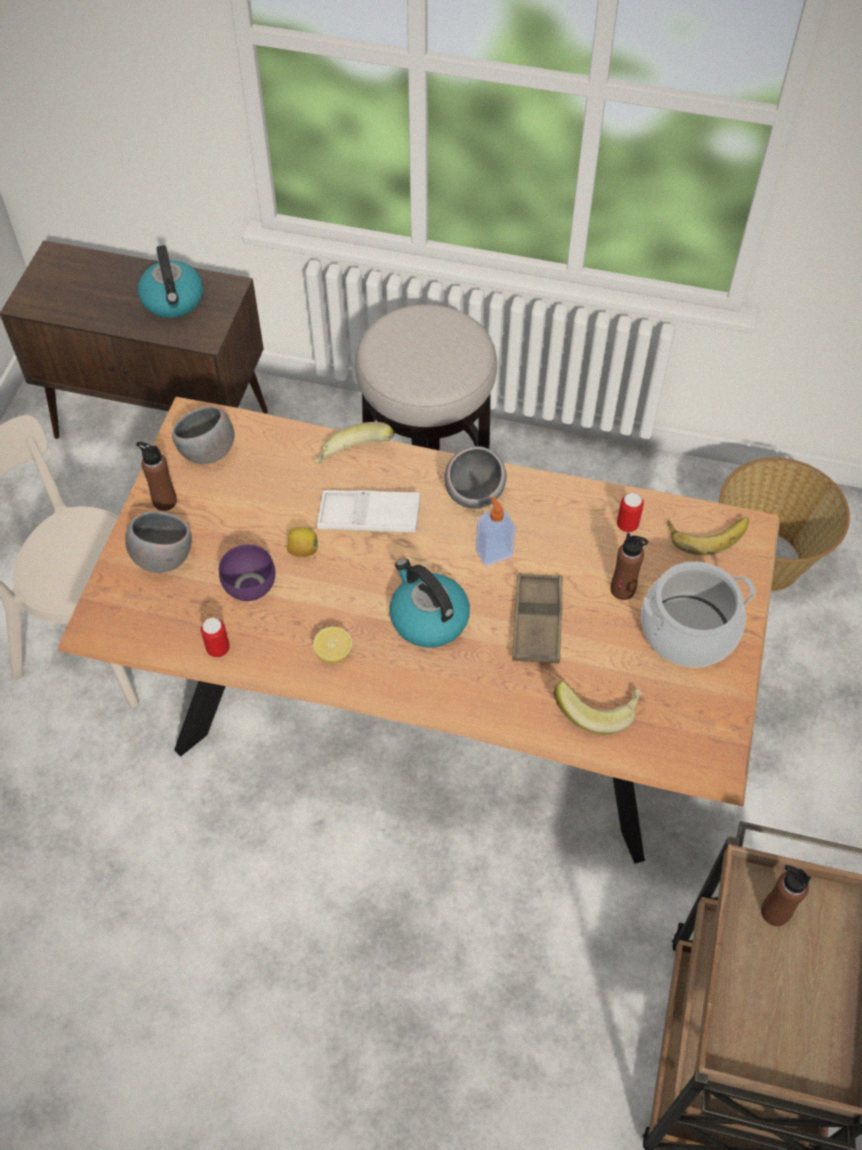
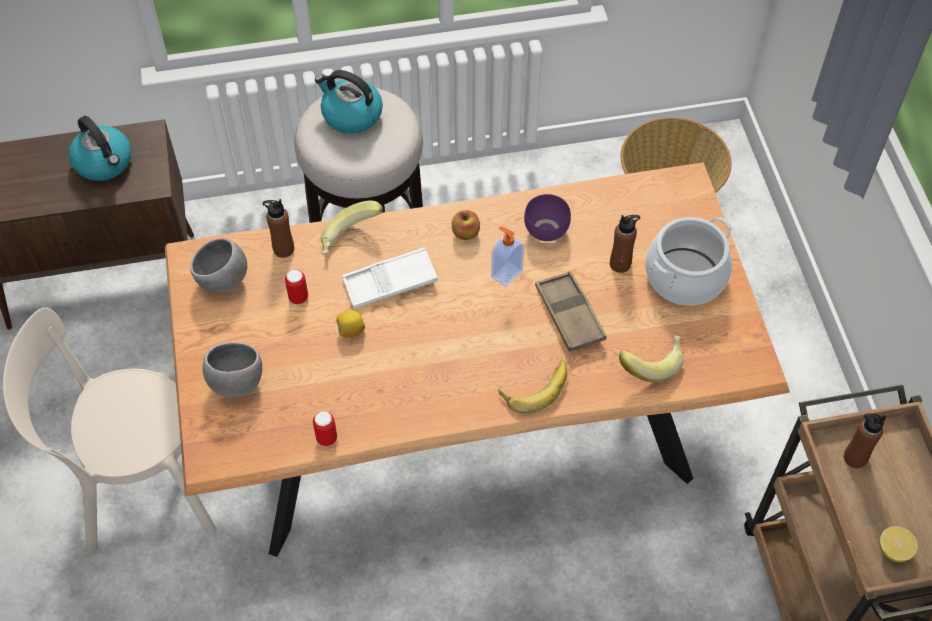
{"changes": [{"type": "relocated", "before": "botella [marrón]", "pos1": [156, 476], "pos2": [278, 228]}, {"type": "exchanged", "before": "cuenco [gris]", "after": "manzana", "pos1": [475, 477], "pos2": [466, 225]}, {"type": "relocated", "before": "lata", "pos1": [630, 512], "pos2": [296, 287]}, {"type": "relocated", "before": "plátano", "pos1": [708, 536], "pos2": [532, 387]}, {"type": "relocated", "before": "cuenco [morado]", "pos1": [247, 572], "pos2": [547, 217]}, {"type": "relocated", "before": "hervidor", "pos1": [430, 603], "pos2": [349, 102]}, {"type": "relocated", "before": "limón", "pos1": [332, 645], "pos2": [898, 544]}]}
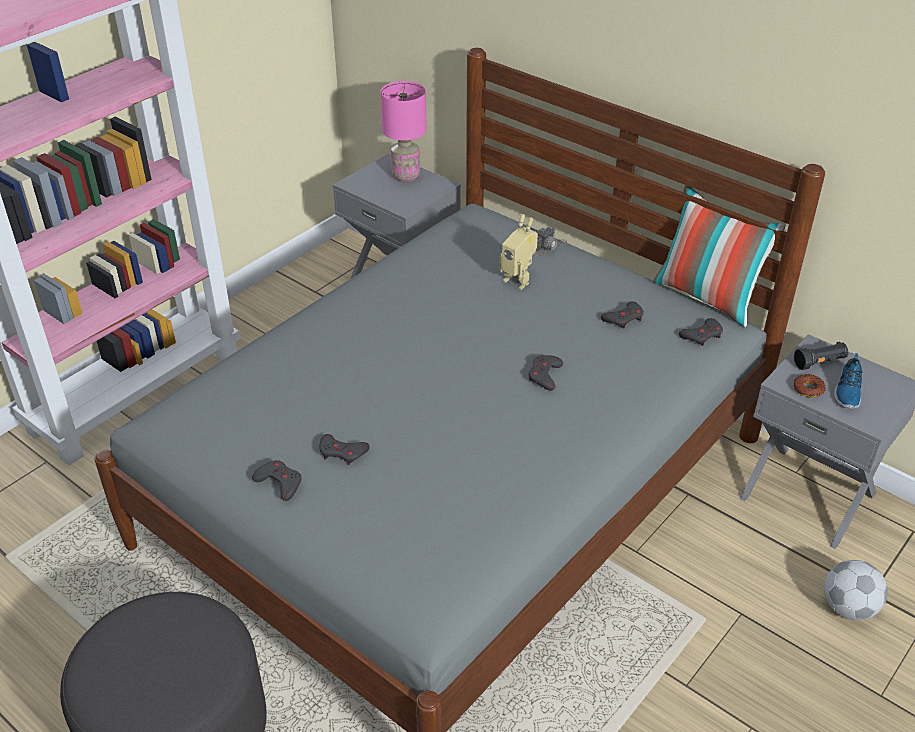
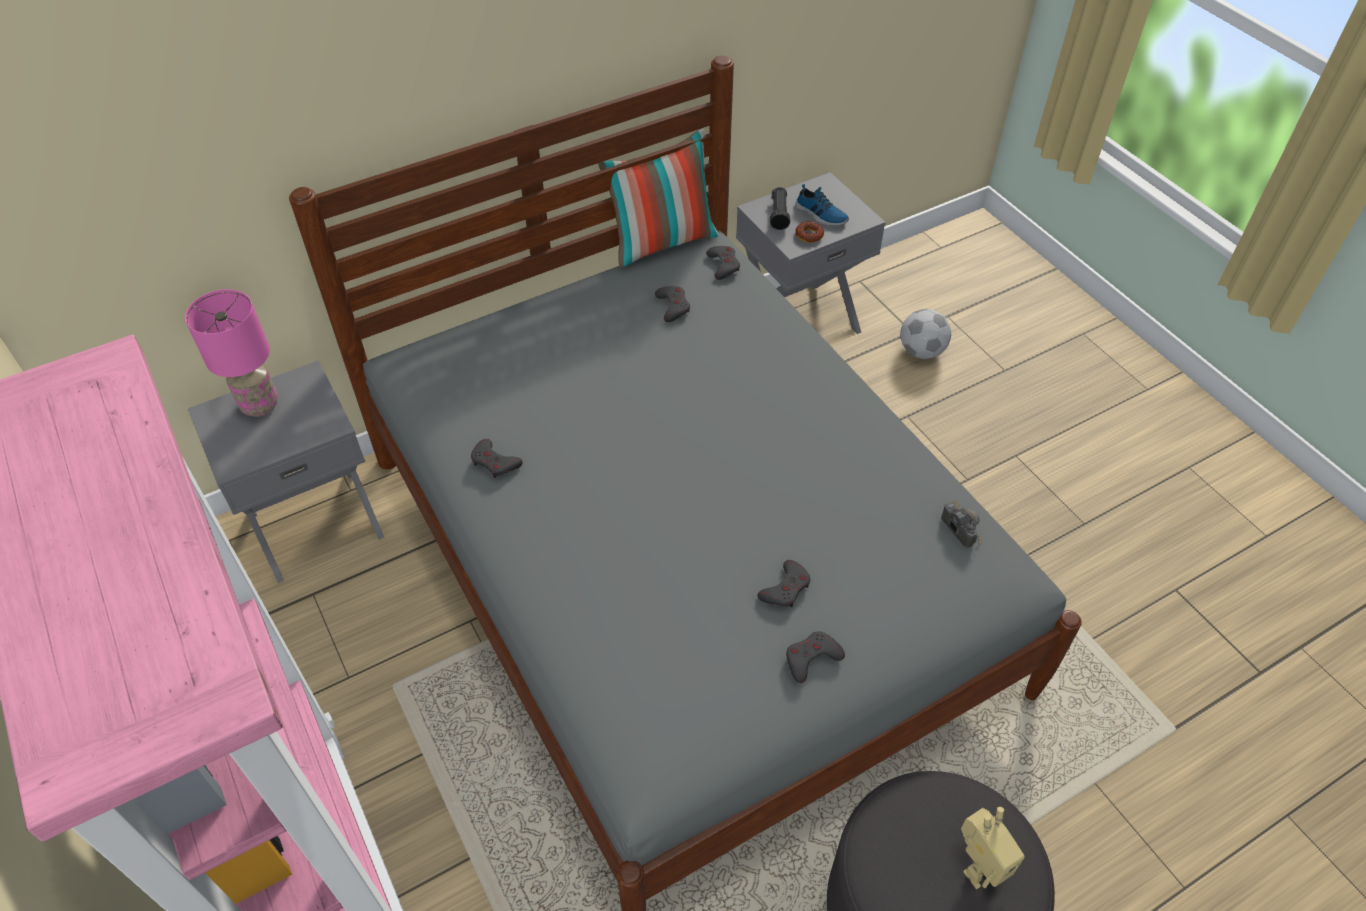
{"changes": [{"type": "relocated", "before": "robot de juguete", "pos1": [518, 252], "pos2": [993, 848]}, {"type": "relocated", "before": "cámara", "pos1": [551, 241], "pos2": [962, 524]}, {"type": "relocated", "before": "mando de consola [gris]", "pos1": [546, 373], "pos2": [497, 458]}]}
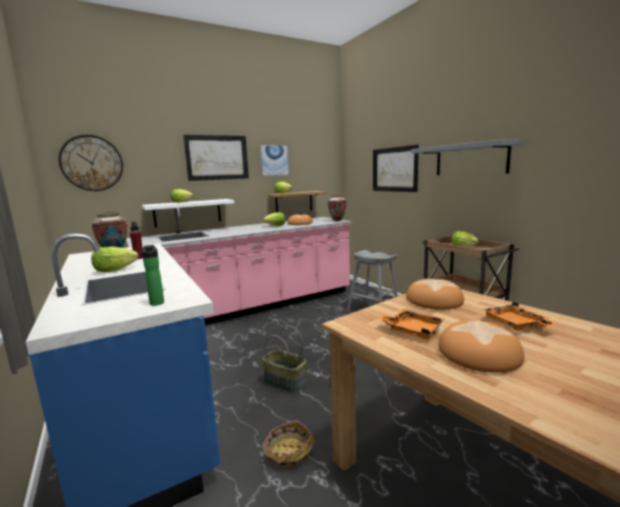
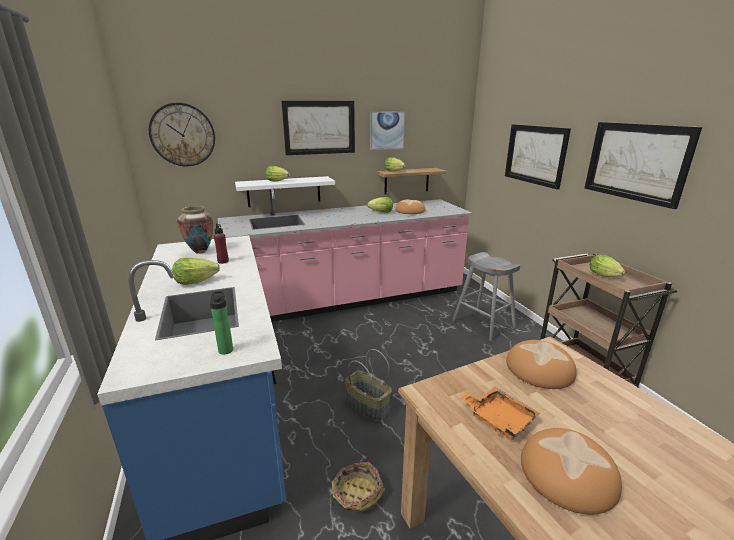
{"changes": [{"type": "exchanged", "before": "estante [gris]", "after": "cuadro", "pos1": [467, 157], "pos2": [643, 165]}, {"type": "missing", "before": "florero", "pos1": [337, 208]}, {"type": "missing", "before": "bandeja [naranja]", "pos1": [519, 315]}]}
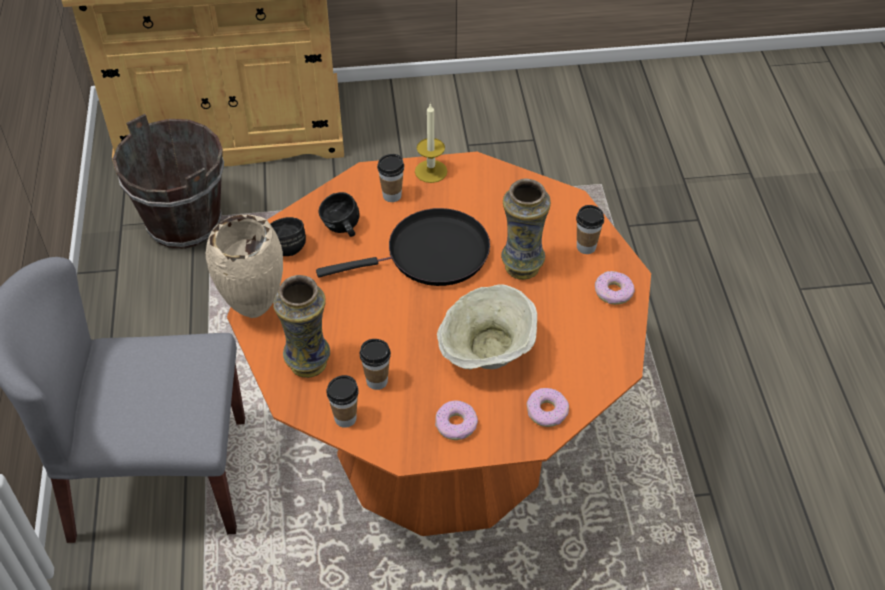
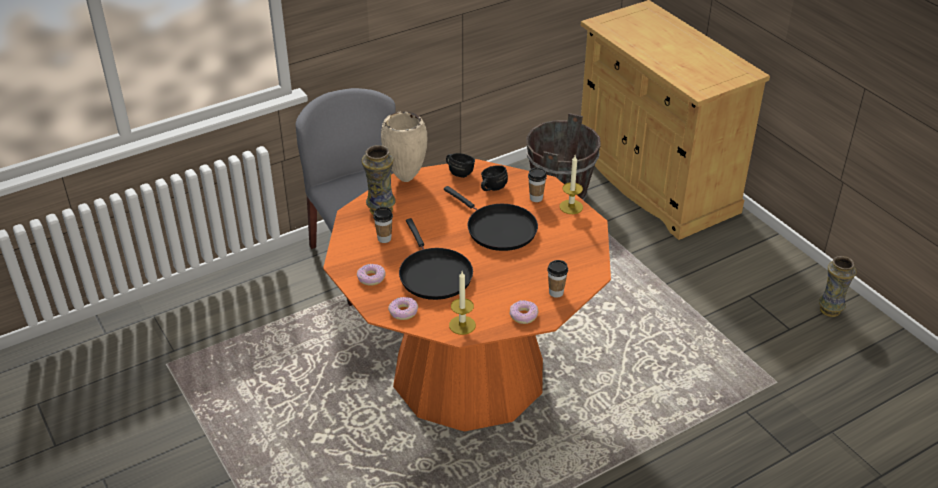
{"changes": [{"type": "relocated", "before": "florero", "pos1": [526, 229], "pos2": [838, 286]}, {"type": "exchanged", "before": "cuenco [beis]", "after": "sartén [negro]", "pos1": [487, 326], "pos2": [436, 259]}, {"type": "missing", "before": "taza", "pos1": [342, 401]}, {"type": "appeared", "after": "vela", "pos2": [462, 303]}]}
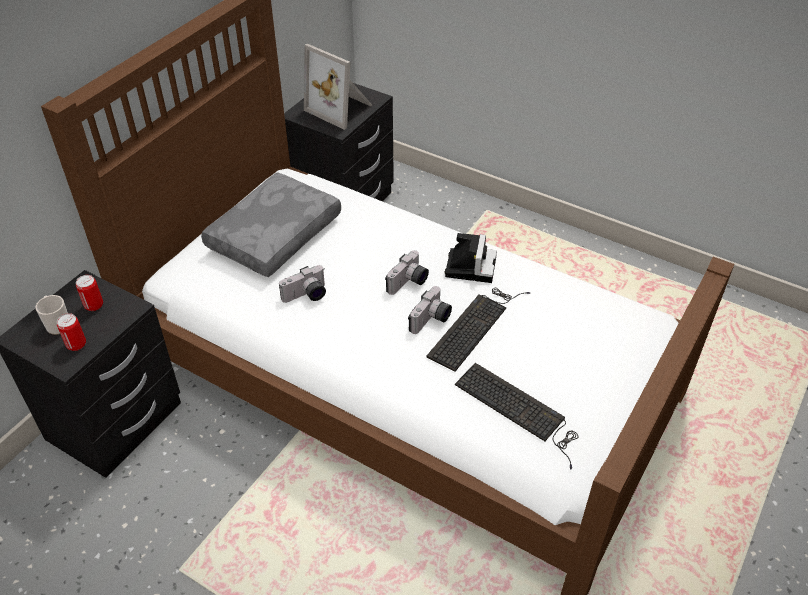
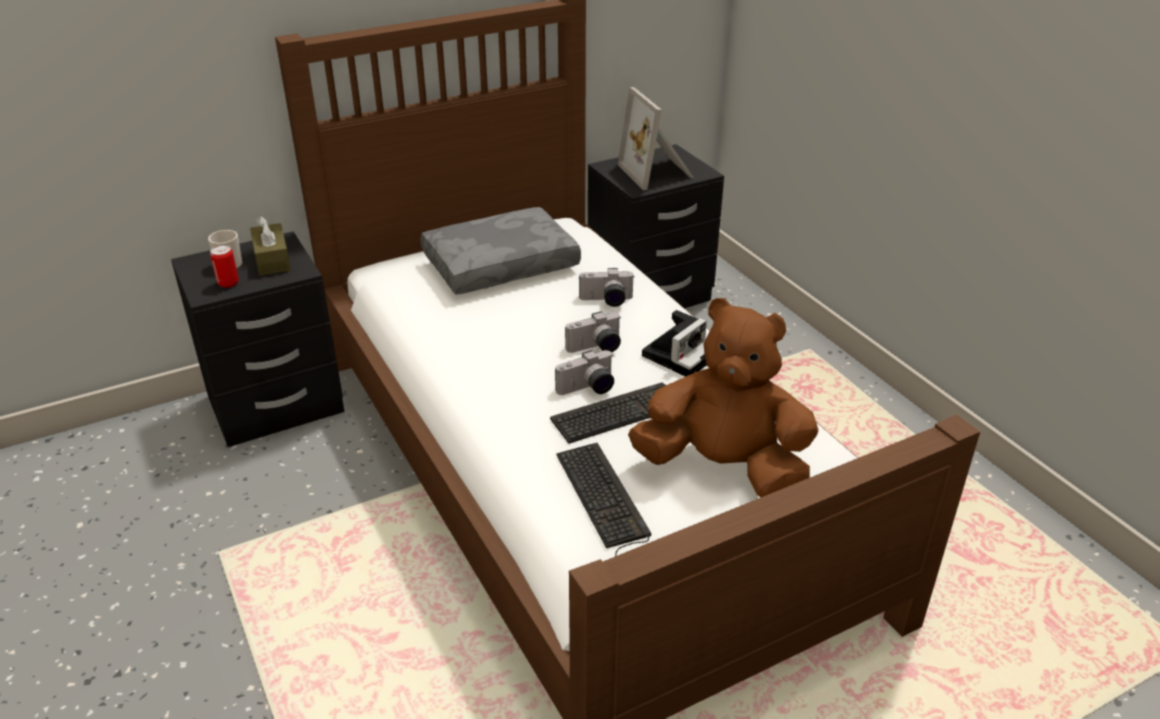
{"changes": [{"type": "relocated", "before": "cámara", "pos1": [302, 284], "pos2": [606, 287]}, {"type": "exchanged", "before": "lata", "after": "caja de pañuelos [marrón]", "pos1": [89, 293], "pos2": [270, 246]}, {"type": "appeared", "after": "peluche [marrón]", "pos2": [723, 398]}]}
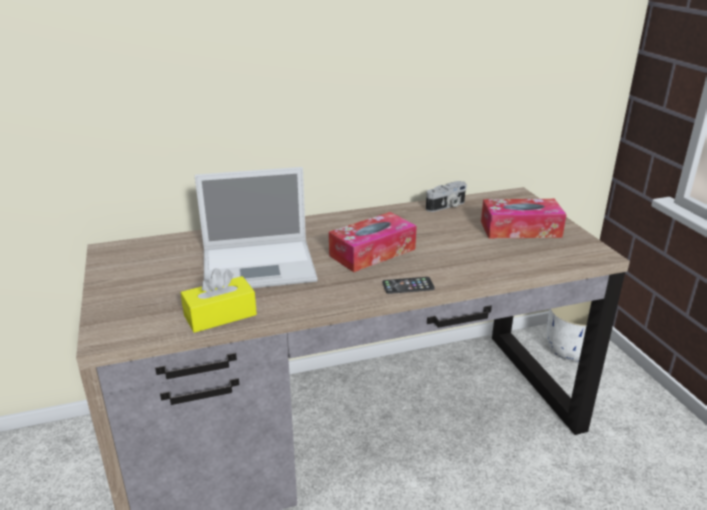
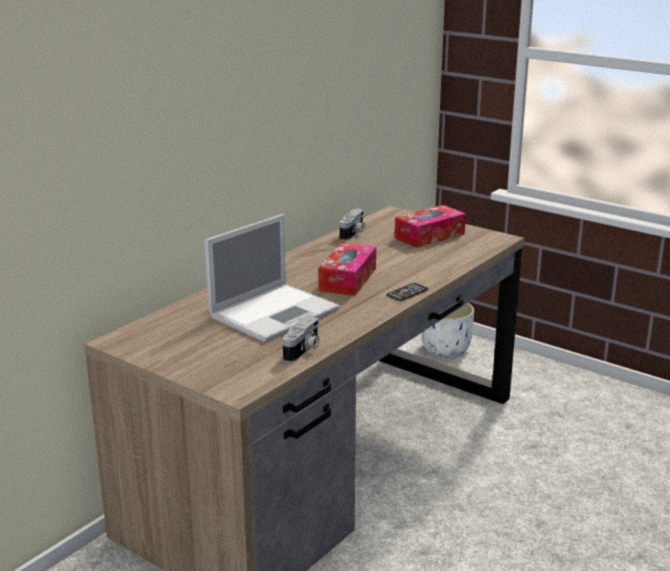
{"changes": [{"type": "exchanged", "before": "caja de pañuelos [amarillo]", "after": "cámara", "pos1": [219, 300], "pos2": [301, 339]}]}
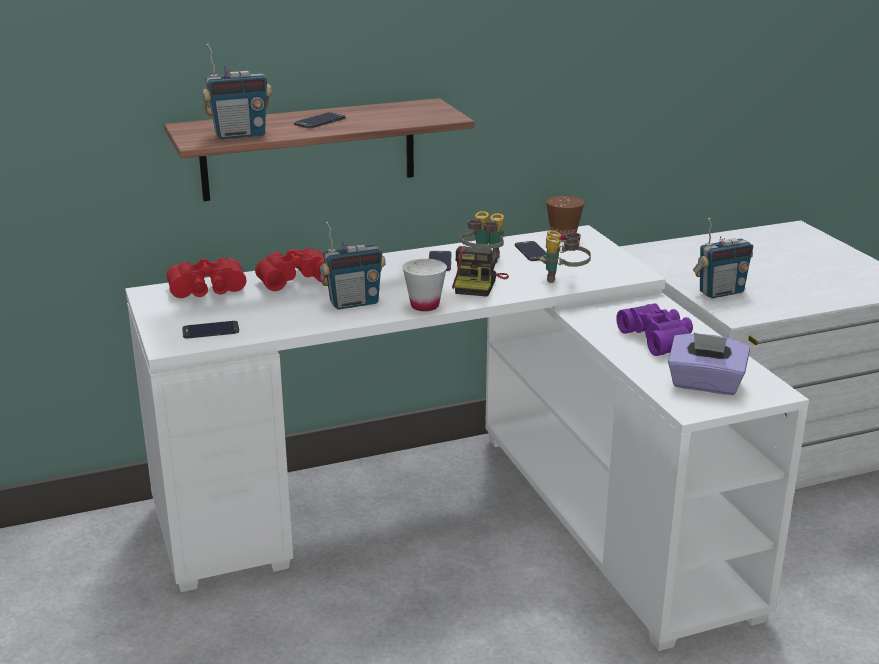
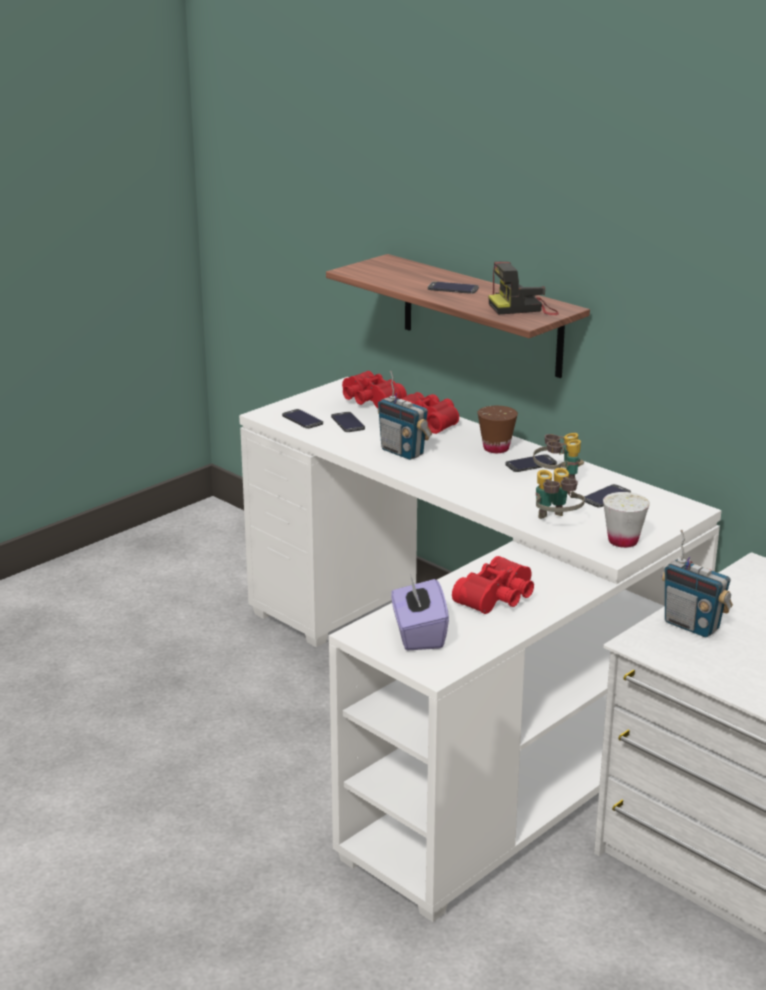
{"changes": [{"type": "missing", "before": "radio", "pos1": [237, 91]}, {"type": "relocated", "before": "taza [marrón]", "pos1": [565, 217], "pos2": [497, 429]}, {"type": "relocated", "before": "cámara", "pos1": [480, 271], "pos2": [523, 288]}, {"type": "relocated", "before": "taza [blanco]", "pos1": [425, 285], "pos2": [626, 520]}, {"type": "colour", "before": "prismáticos [morado]", "after": "prismáticos [rojo]", "pos1": [654, 329], "pos2": [493, 585]}, {"type": "appeared", "after": "móvil", "pos2": [348, 422]}]}
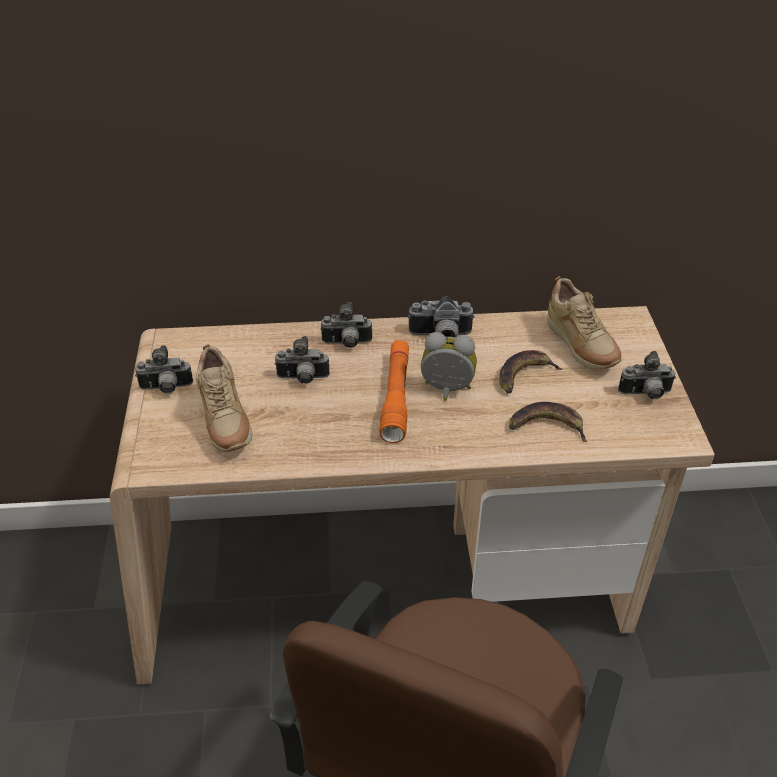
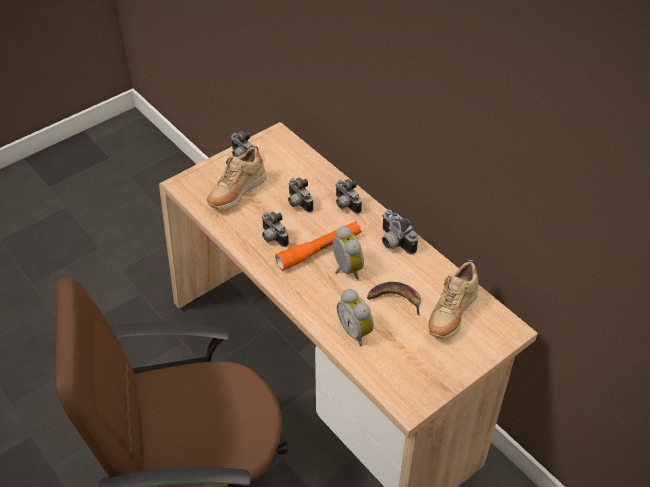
{"changes": [{"type": "relocated", "before": "cámara", "pos1": [647, 375], "pos2": [275, 229]}, {"type": "exchanged", "before": "plátano", "after": "despertador", "pos1": [548, 422], "pos2": [355, 317]}]}
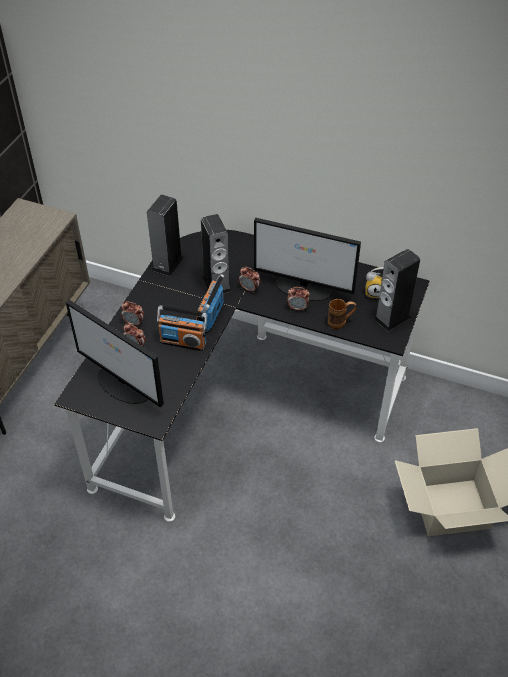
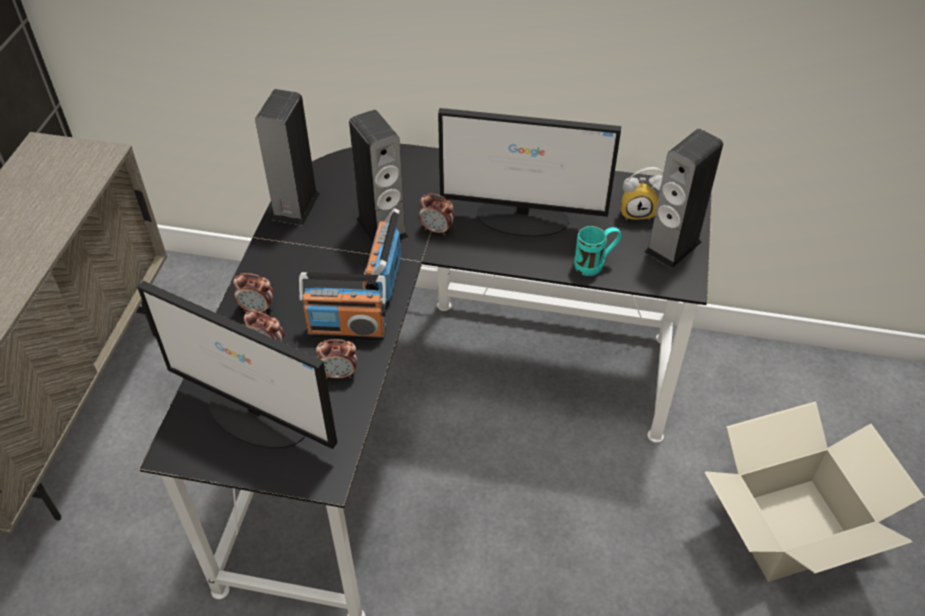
{"changes": [{"type": "relocated", "before": "despertador", "pos1": [298, 299], "pos2": [336, 359]}, {"type": "colour", "before": "taza grande [marrón]", "after": "taza grande [turquesa]", "pos1": [342, 314], "pos2": [598, 251]}]}
